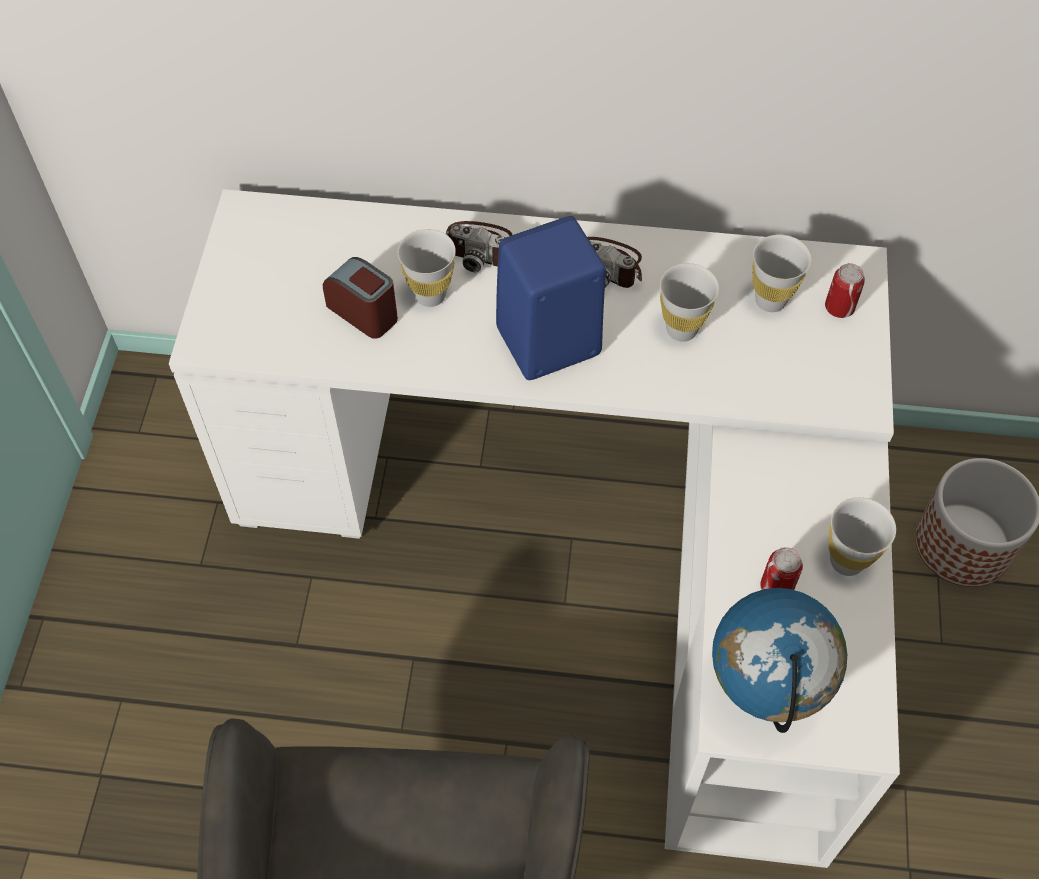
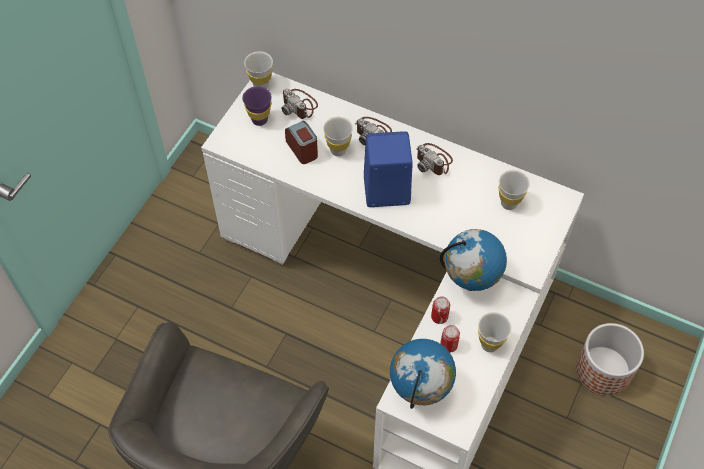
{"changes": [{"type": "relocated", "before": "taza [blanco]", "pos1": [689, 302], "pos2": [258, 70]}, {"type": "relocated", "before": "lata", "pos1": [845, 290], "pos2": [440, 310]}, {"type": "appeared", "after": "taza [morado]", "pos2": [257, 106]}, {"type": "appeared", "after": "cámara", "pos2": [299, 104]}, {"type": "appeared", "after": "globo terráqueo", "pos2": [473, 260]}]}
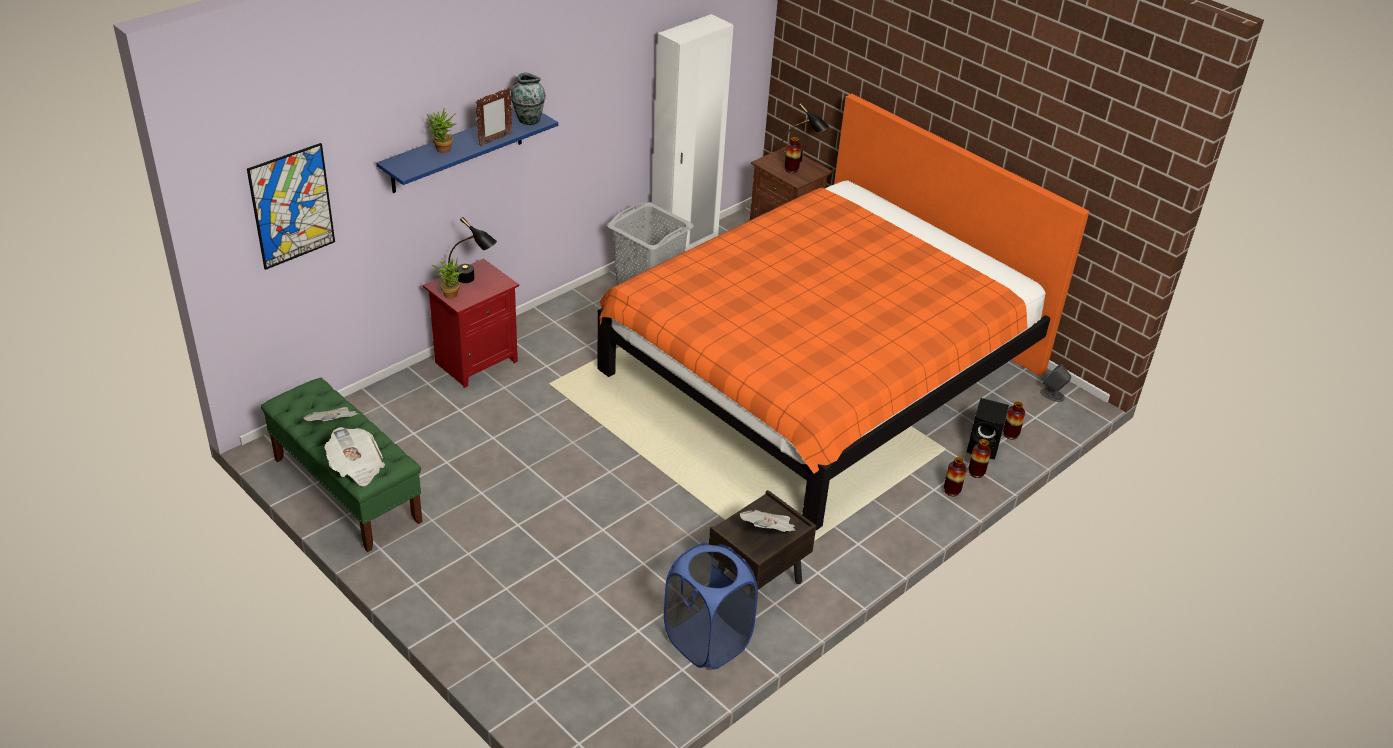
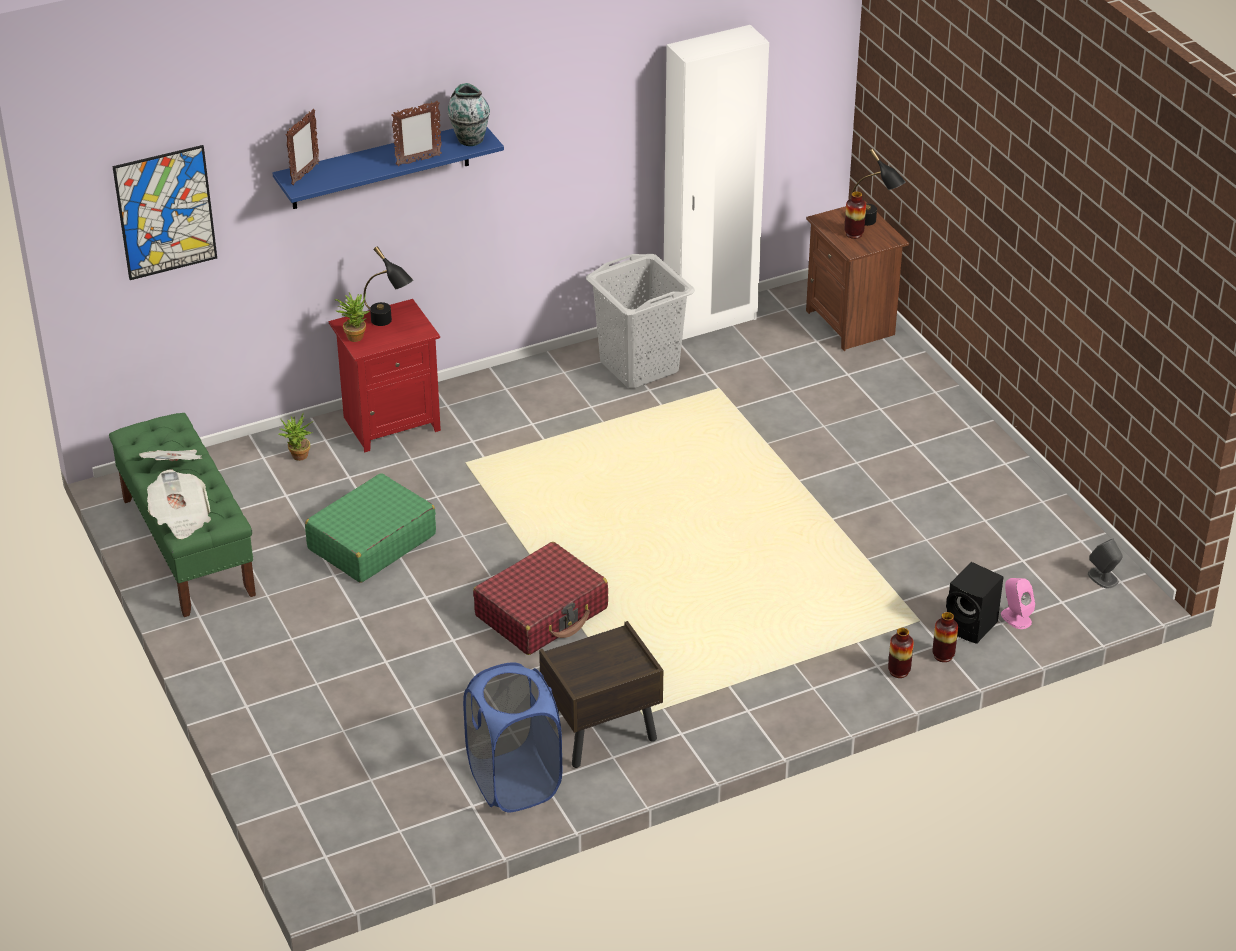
{"changes": [{"type": "missing", "before": "cama [naranja]", "pos1": [843, 312]}, {"type": "relocated", "before": "planta en maceta", "pos1": [441, 130], "pos2": [296, 437]}, {"type": "exchanged", "before": "florero", "after": "altavoz [rosa]", "pos1": [1014, 420], "pos2": [1018, 603]}, {"type": "missing", "before": "periódico", "pos1": [767, 521]}, {"type": "appeared", "after": "portarretratos", "pos2": [303, 147]}, {"type": "appeared", "after": "maleta [verde]", "pos2": [370, 528]}, {"type": "appeared", "after": "maleta [rojo]", "pos2": [540, 598]}]}
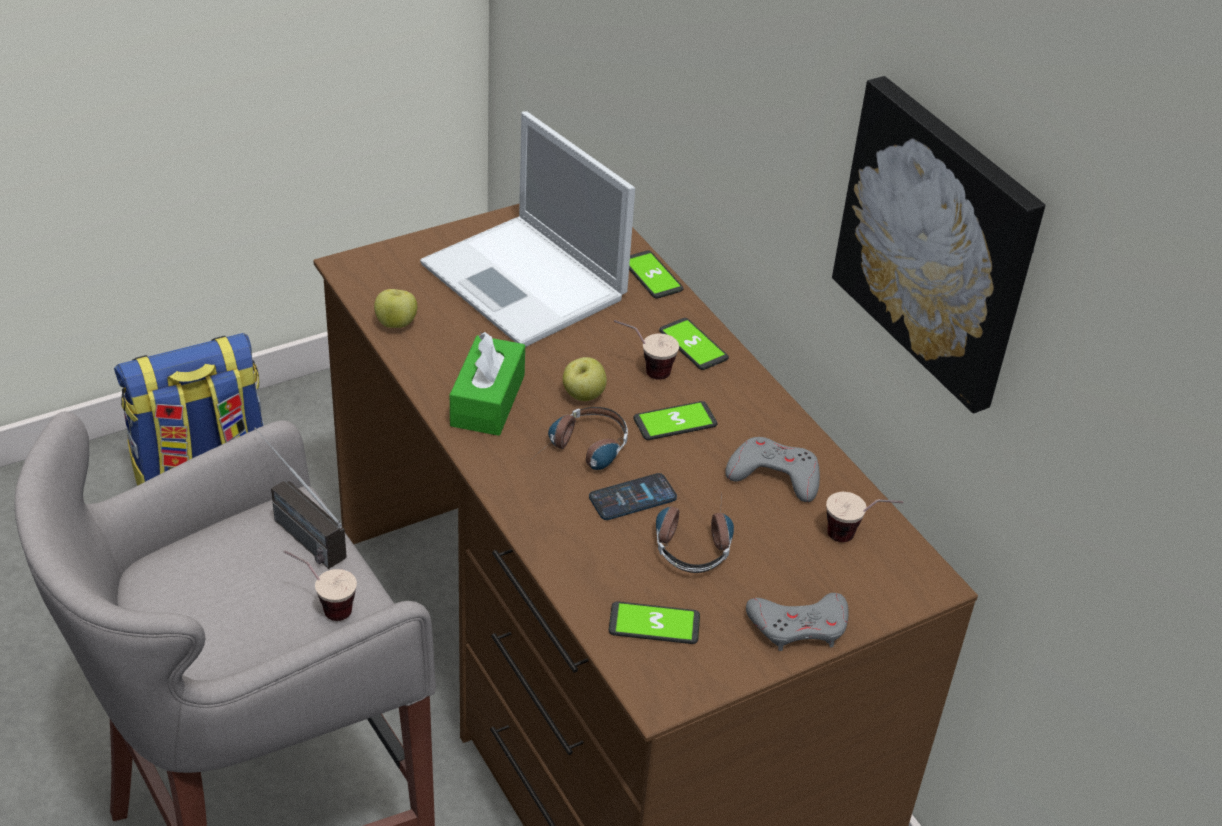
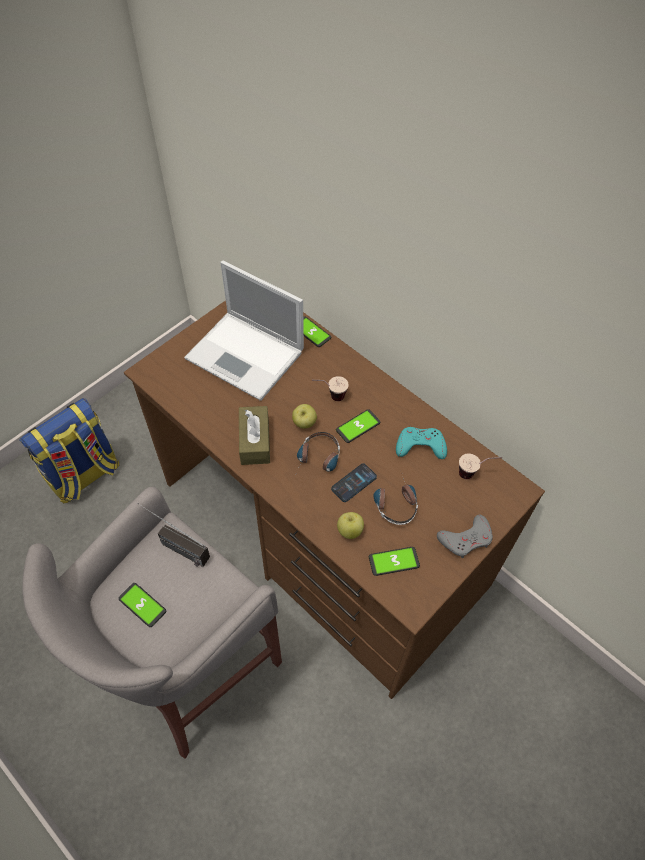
{"changes": [{"type": "missing", "before": "cuadro", "pos1": [938, 245]}, {"type": "relocated", "before": "manzana", "pos1": [395, 308], "pos2": [350, 525]}, {"type": "relocated", "before": "móvil", "pos1": [694, 344], "pos2": [142, 605]}, {"type": "colour", "before": "caja de pañuelos [verde]", "after": "caja de pañuelos [marrón]", "pos1": [487, 384], "pos2": [254, 435]}, {"type": "colour", "before": "mando de consola [gris]", "after": "mando de consola [turquesa]", "pos1": [772, 469], "pos2": [421, 443]}, {"type": "missing", "before": "taza", "pos1": [320, 585]}]}
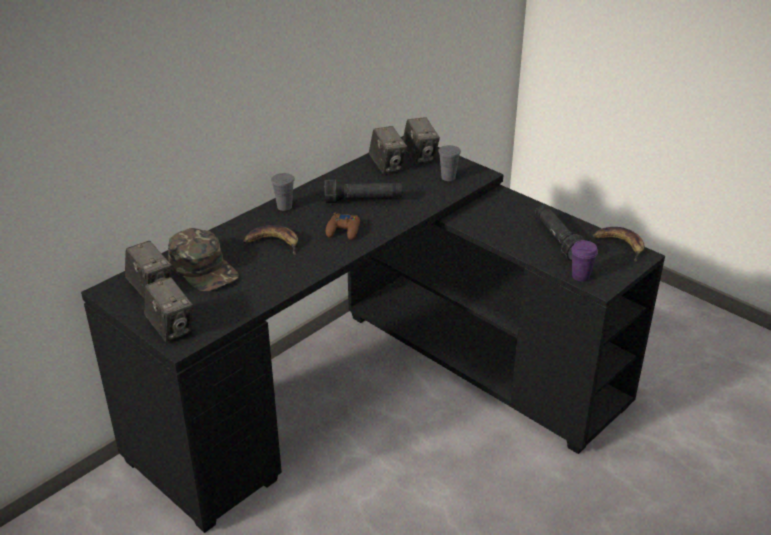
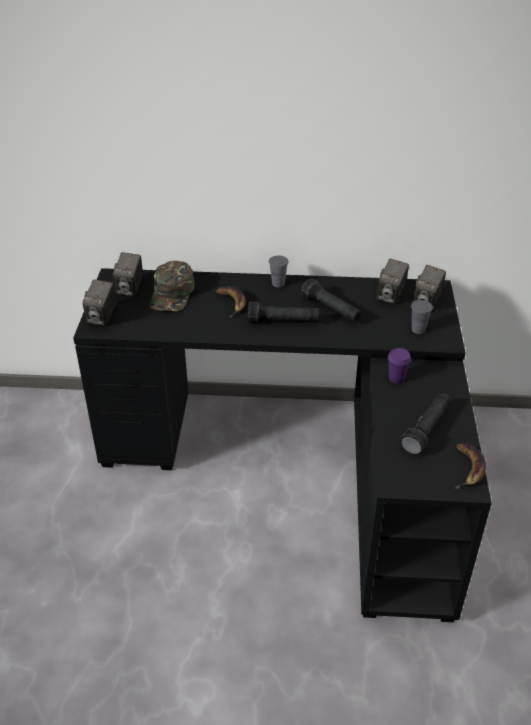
{"changes": [{"type": "exchanged", "before": "mando de consola [marrón]", "after": "linterna [negro]", "pos1": [343, 226], "pos2": [283, 312]}, {"type": "relocated", "before": "taza [morado]", "pos1": [584, 261], "pos2": [399, 366]}]}
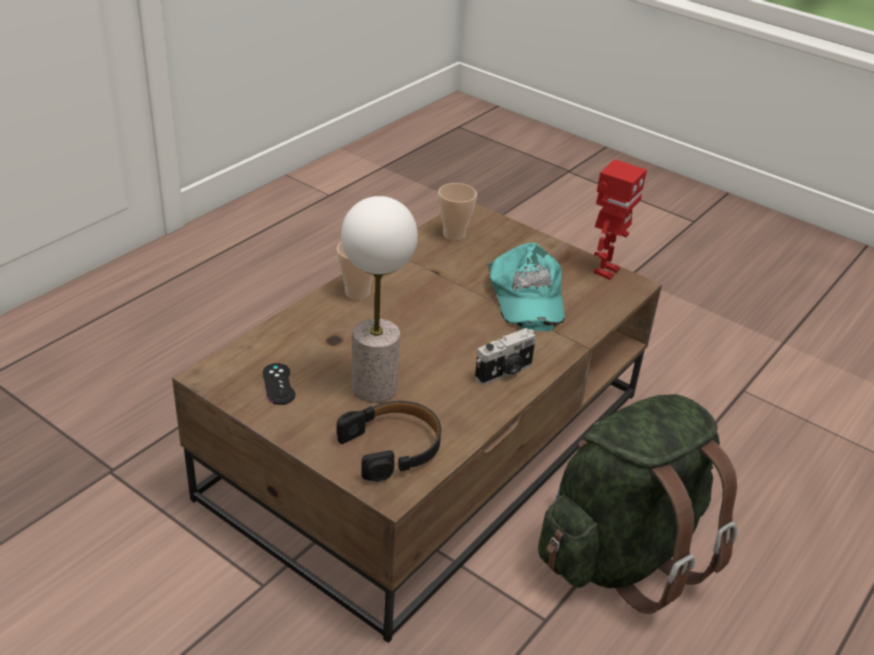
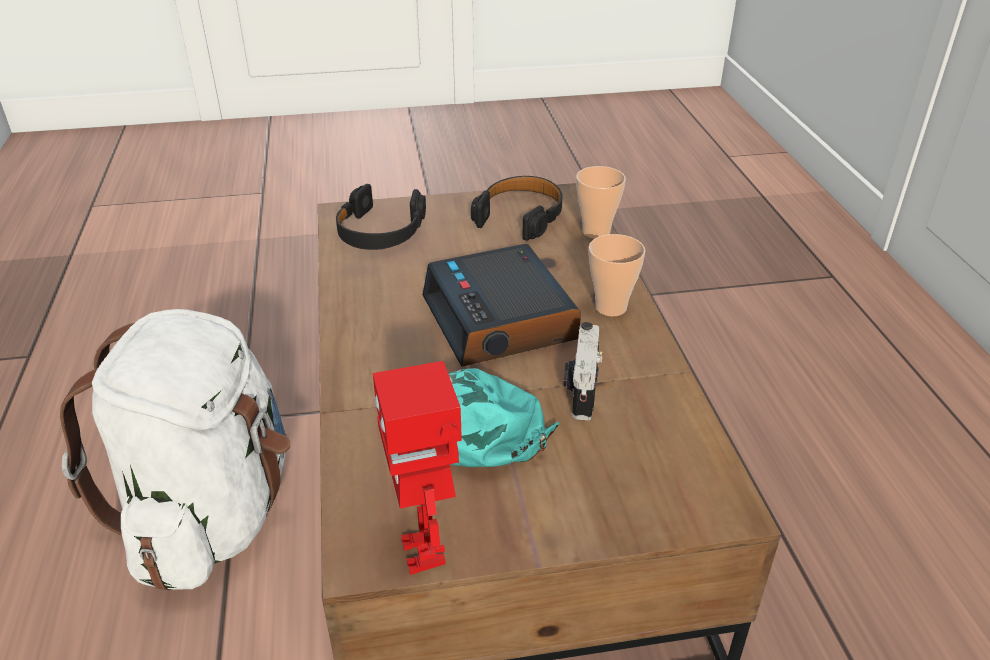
{"changes": [{"type": "relocated", "before": "taza", "pos1": [457, 212], "pos2": [601, 202]}, {"type": "missing", "before": "lámpara de mesa", "pos1": [379, 299]}, {"type": "relocated", "before": "cámara", "pos1": [505, 356], "pos2": [582, 371]}, {"type": "exchanged", "before": "mando de consola [negro]", "after": "auriculares [negro]", "pos1": [279, 384], "pos2": [516, 208]}, {"type": "colour", "before": "mochila [verde]", "after": "mochila [blanco]", "pos1": [637, 504], "pos2": [175, 449]}, {"type": "appeared", "after": "despertador", "pos2": [502, 305]}]}
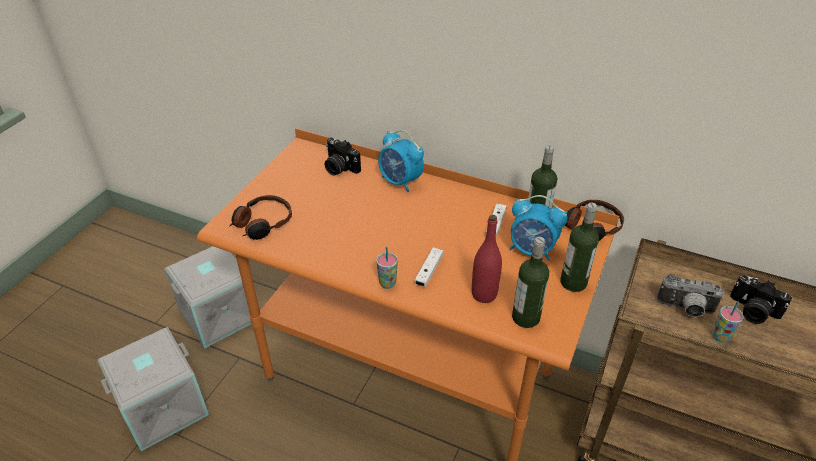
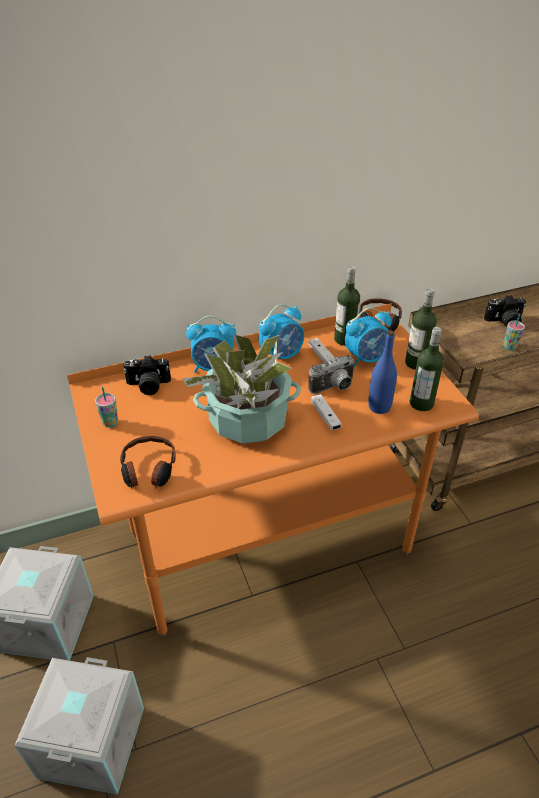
{"changes": [{"type": "colour", "before": "botella [rojo]", "after": "botella [azul]", "pos1": [487, 259], "pos2": [382, 372]}, {"type": "relocated", "before": "taza", "pos1": [387, 268], "pos2": [106, 407]}, {"type": "relocated", "before": "cámara", "pos1": [690, 295], "pos2": [331, 374]}, {"type": "appeared", "after": "despertador", "pos2": [281, 332]}, {"type": "appeared", "after": "planta en maceta", "pos2": [241, 389]}]}
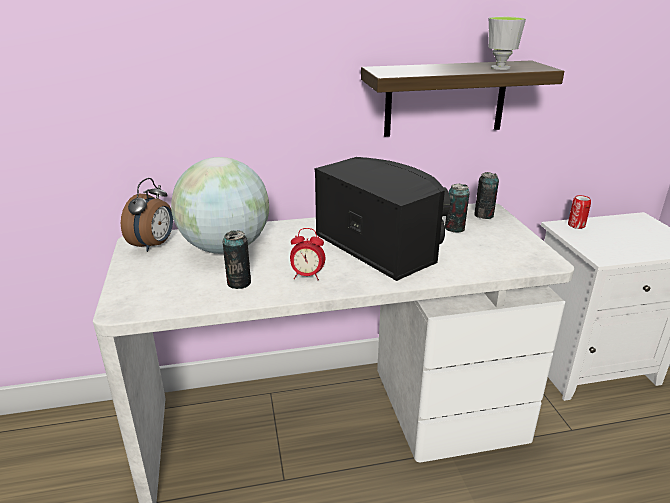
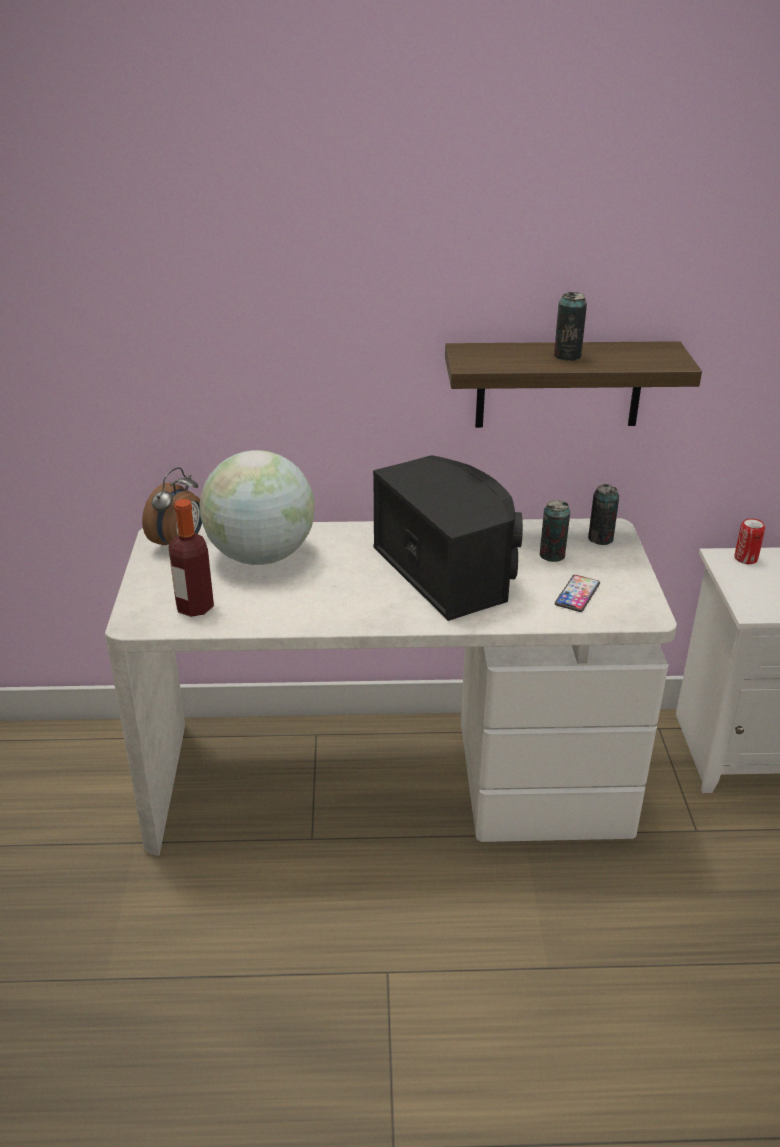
{"changes": [{"type": "missing", "before": "taza", "pos1": [507, 43]}, {"type": "missing", "before": "despertador", "pos1": [307, 254]}, {"type": "relocated", "before": "lata", "pos1": [237, 259], "pos2": [570, 326]}, {"type": "appeared", "after": "botella", "pos2": [191, 558]}, {"type": "appeared", "after": "móvil", "pos2": [577, 593]}]}
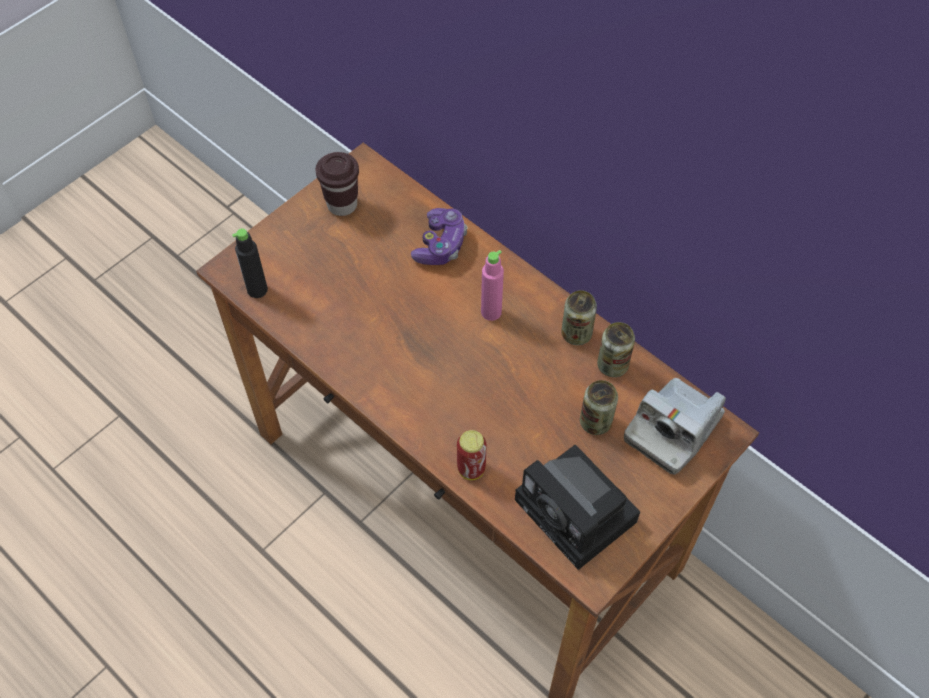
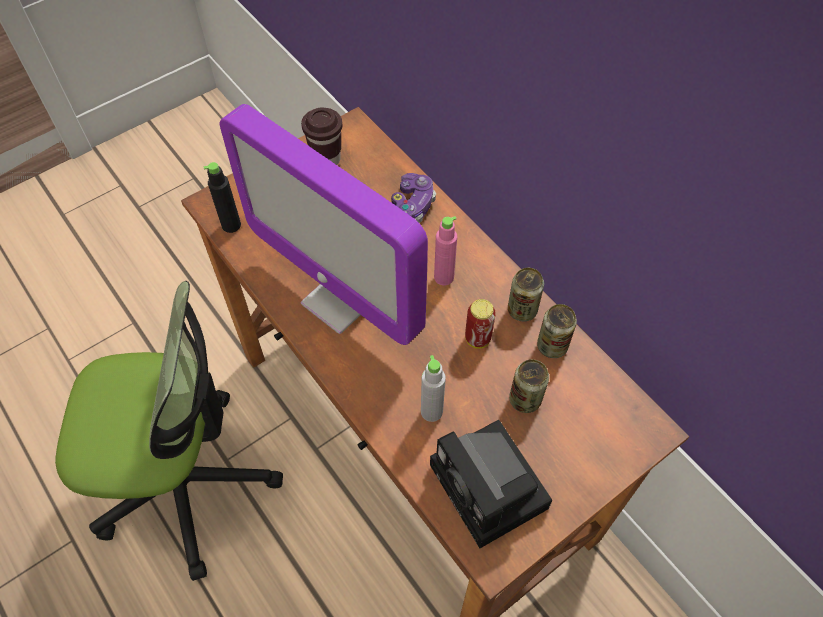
{"changes": [{"type": "missing", "before": "cámara", "pos1": [675, 426]}, {"type": "relocated", "before": "lata", "pos1": [472, 455], "pos2": [480, 324]}, {"type": "appeared", "after": "monitor", "pos2": [324, 224]}, {"type": "appeared", "after": "silla de oficina", "pos2": [169, 431]}, {"type": "appeared", "after": "botella [gris]", "pos2": [433, 388]}]}
